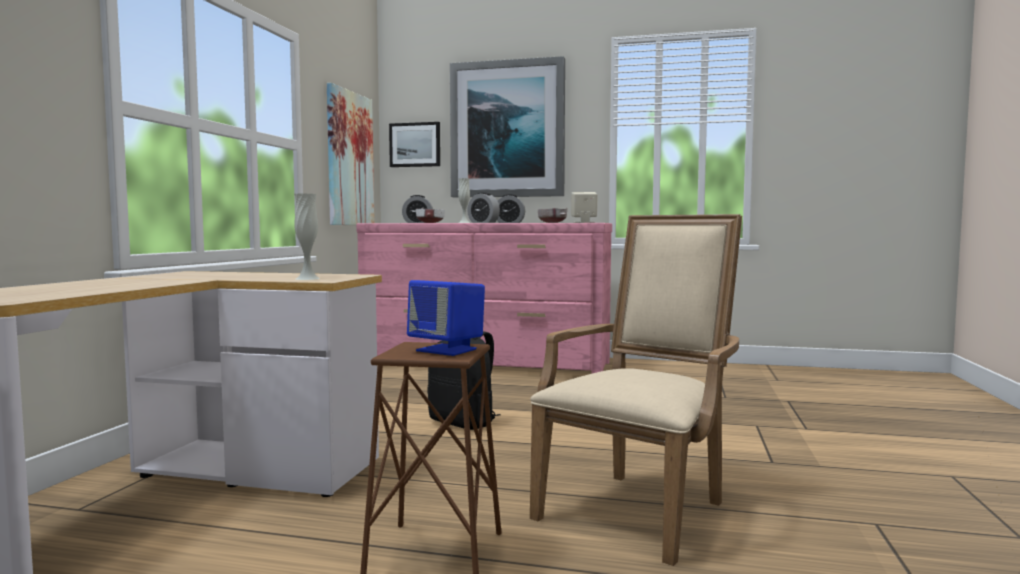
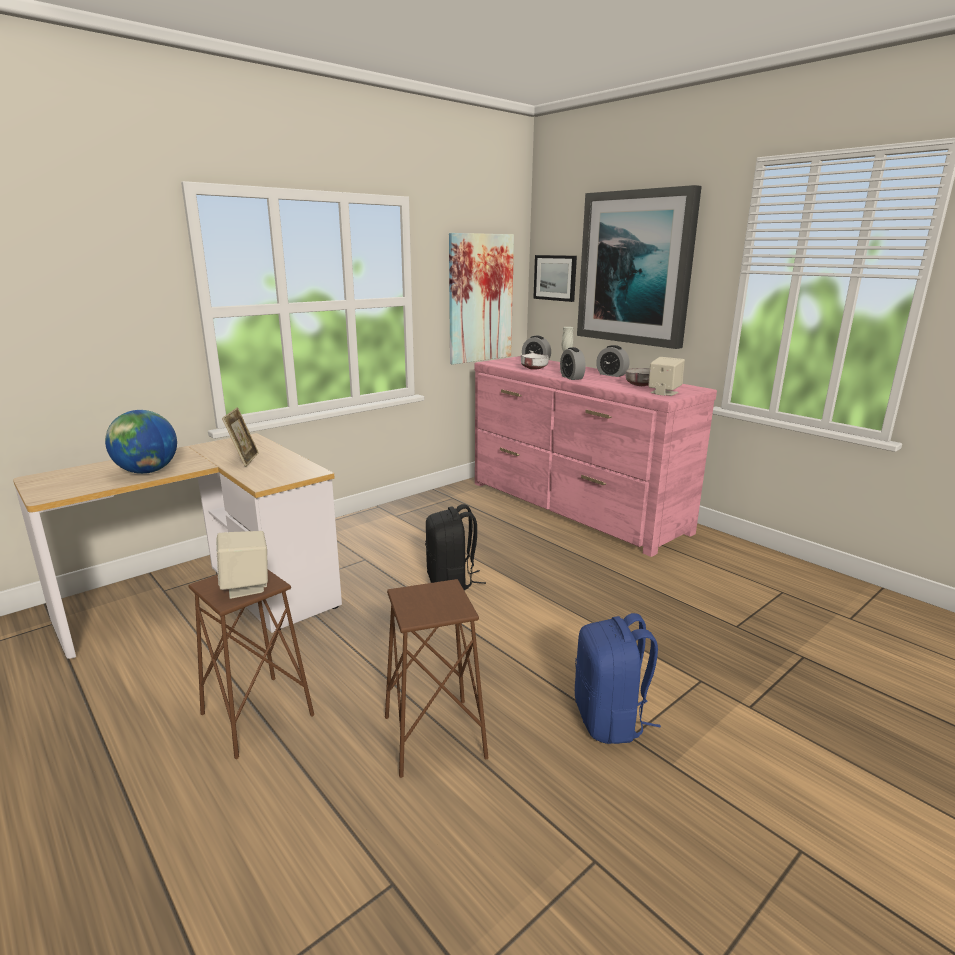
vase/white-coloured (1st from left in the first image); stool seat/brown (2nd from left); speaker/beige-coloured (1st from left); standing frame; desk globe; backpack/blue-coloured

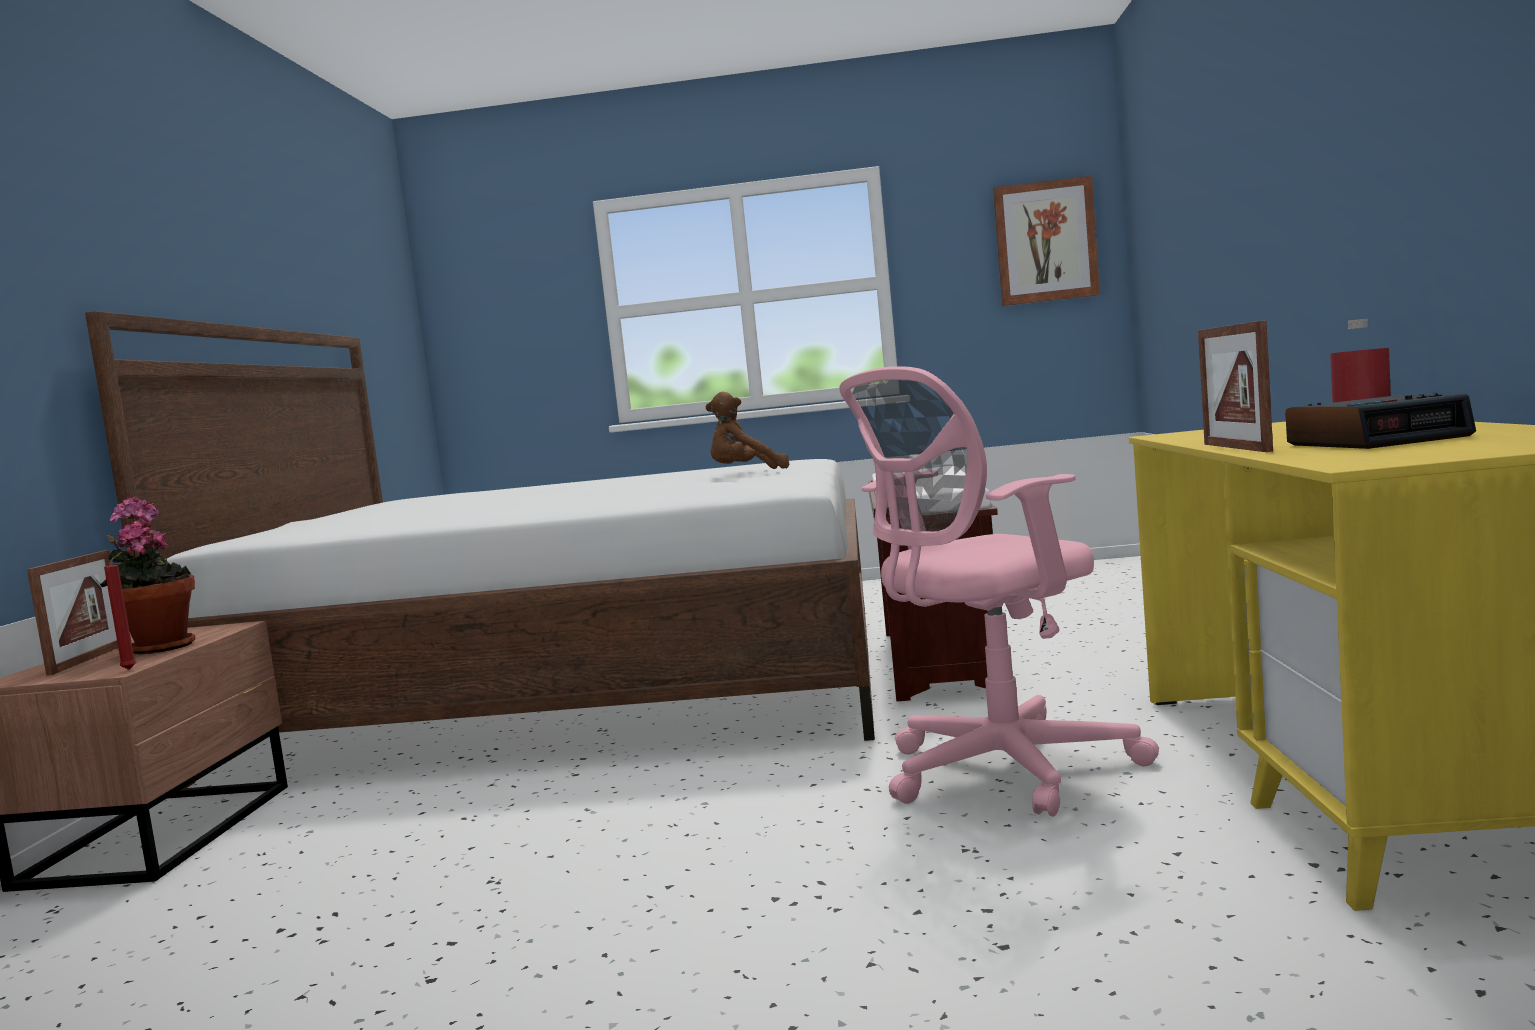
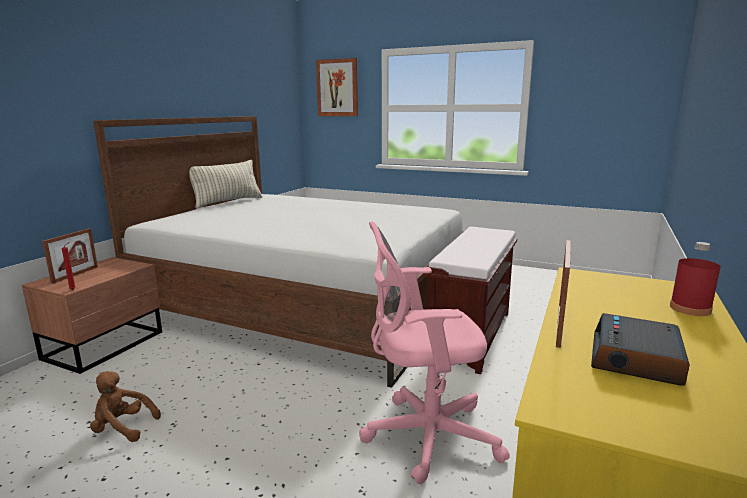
wall art; soft toy/brown; alarm clock; plant in a pot; cushion

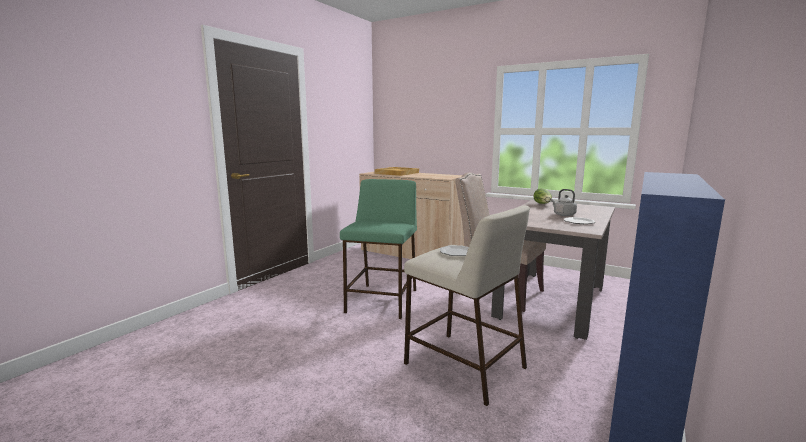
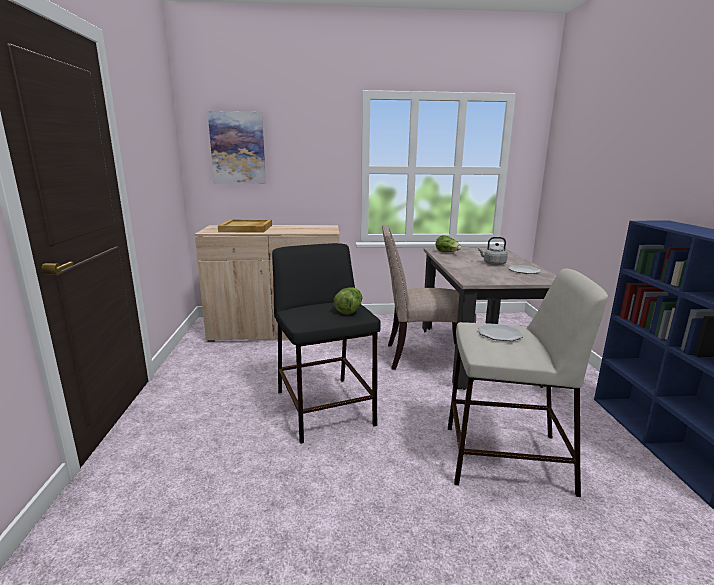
stool seat/blackish; wall art; lettuce (1st from left)

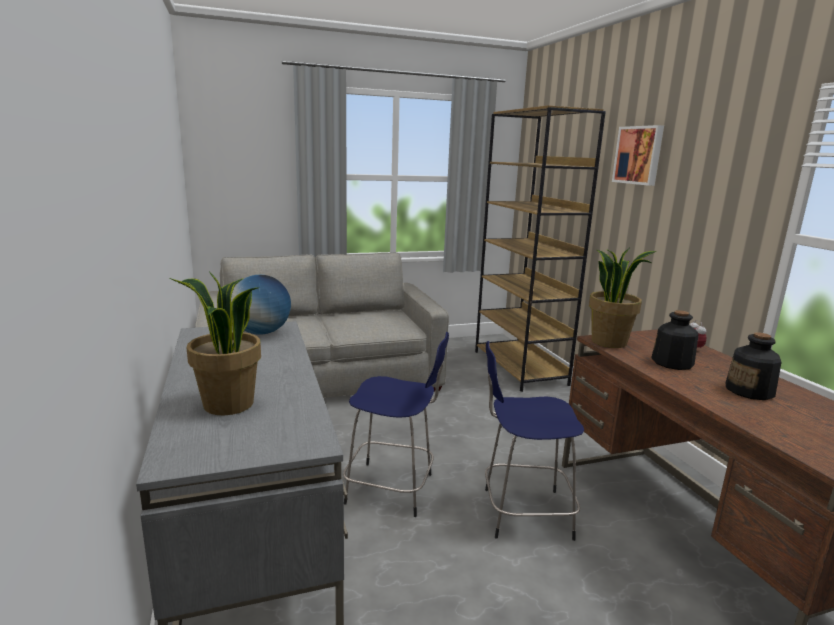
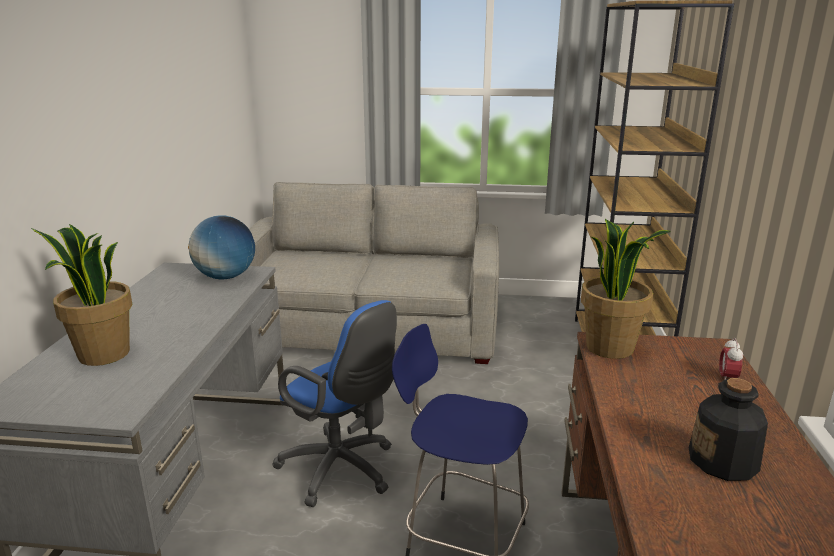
wall art; drink bottle (1st from left in the first image); computer chair/blue-coloured

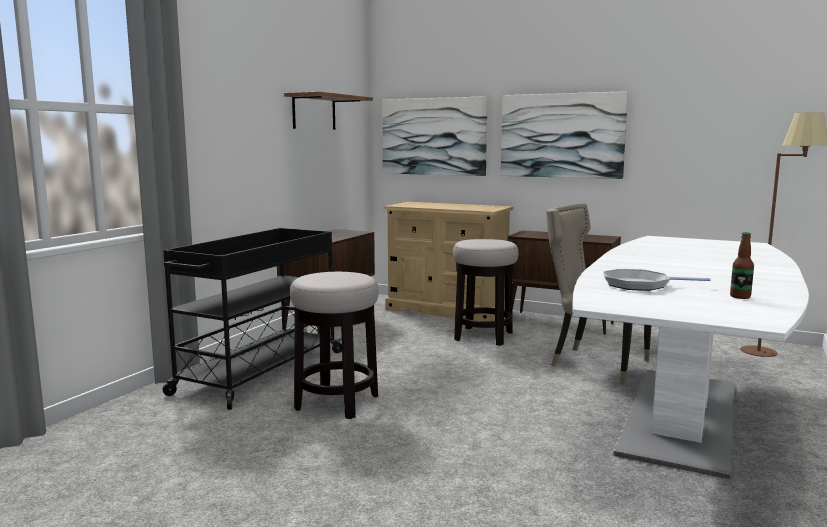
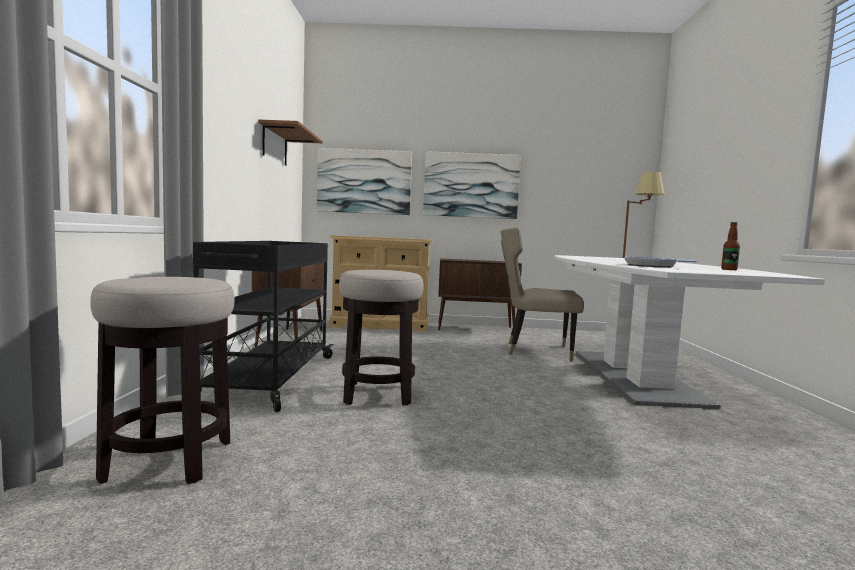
stool seat (1st from left)

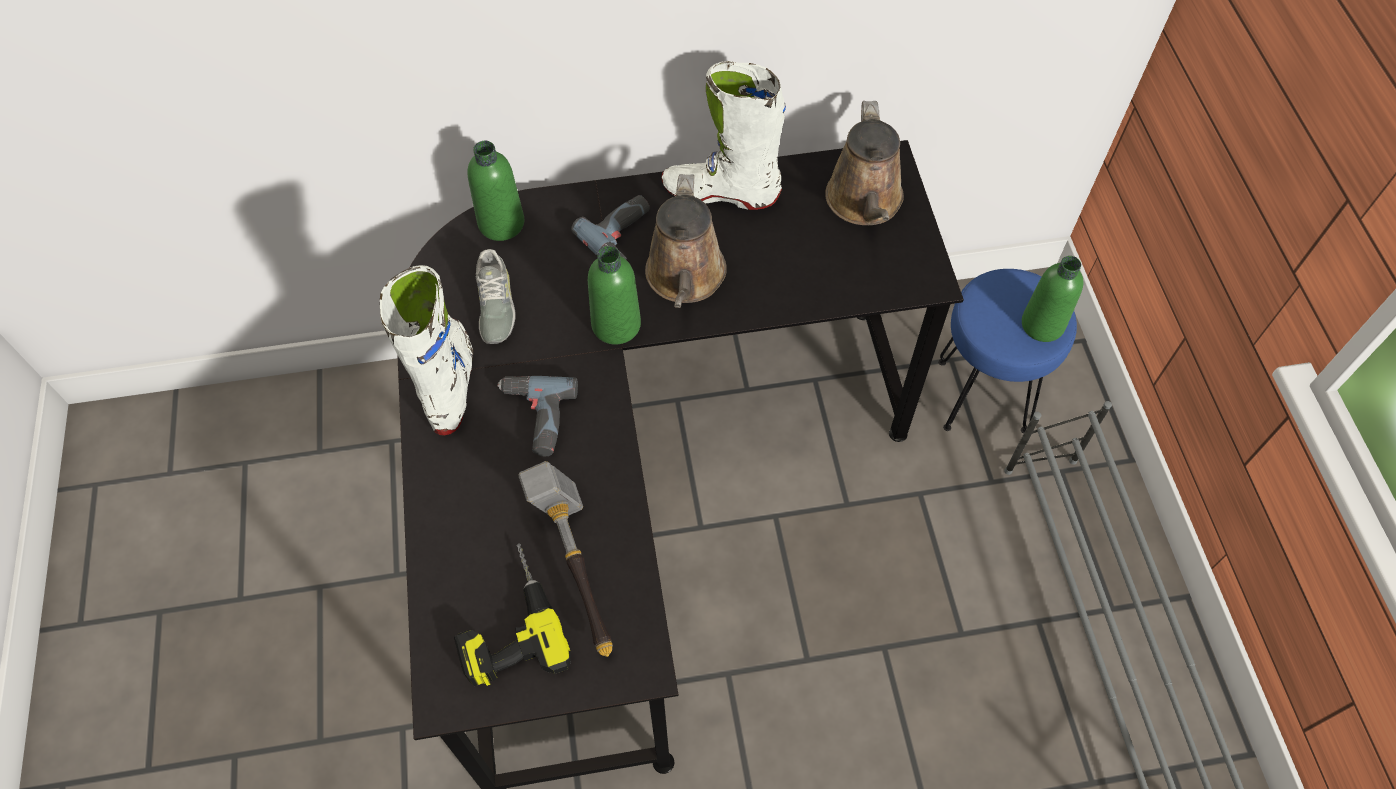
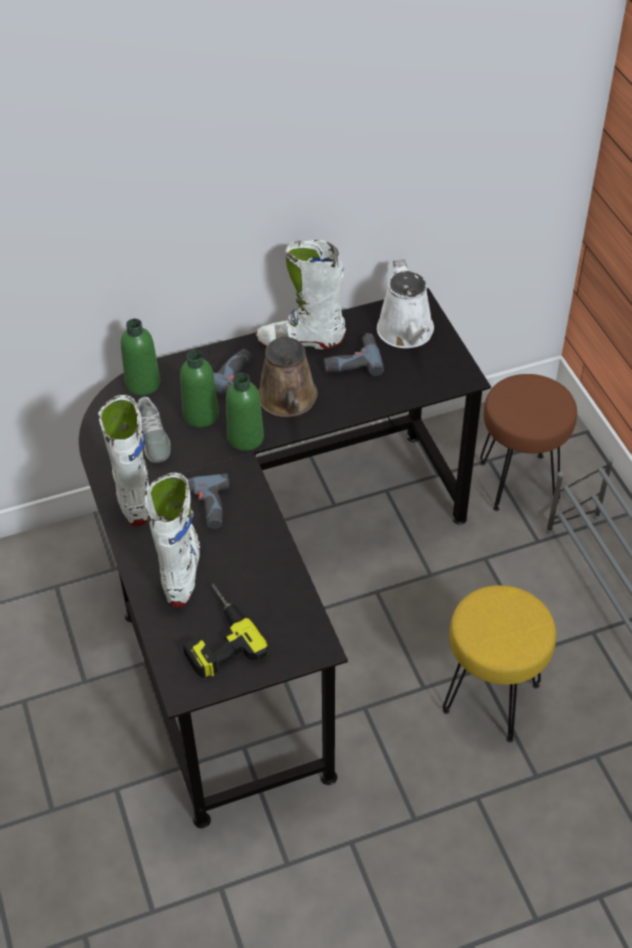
watering pot/white-coloured; drink bottle/green (2nd from left); stool seat/brown; tool hammer; drill (4th from left); high-top boot/white-coloured (2nd from left); stool seat/yellowish

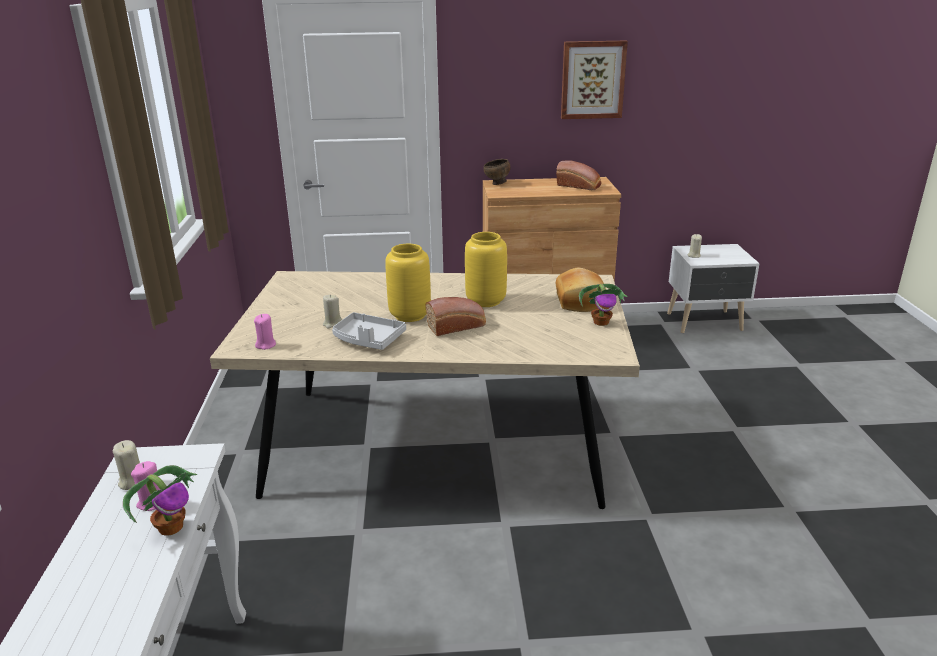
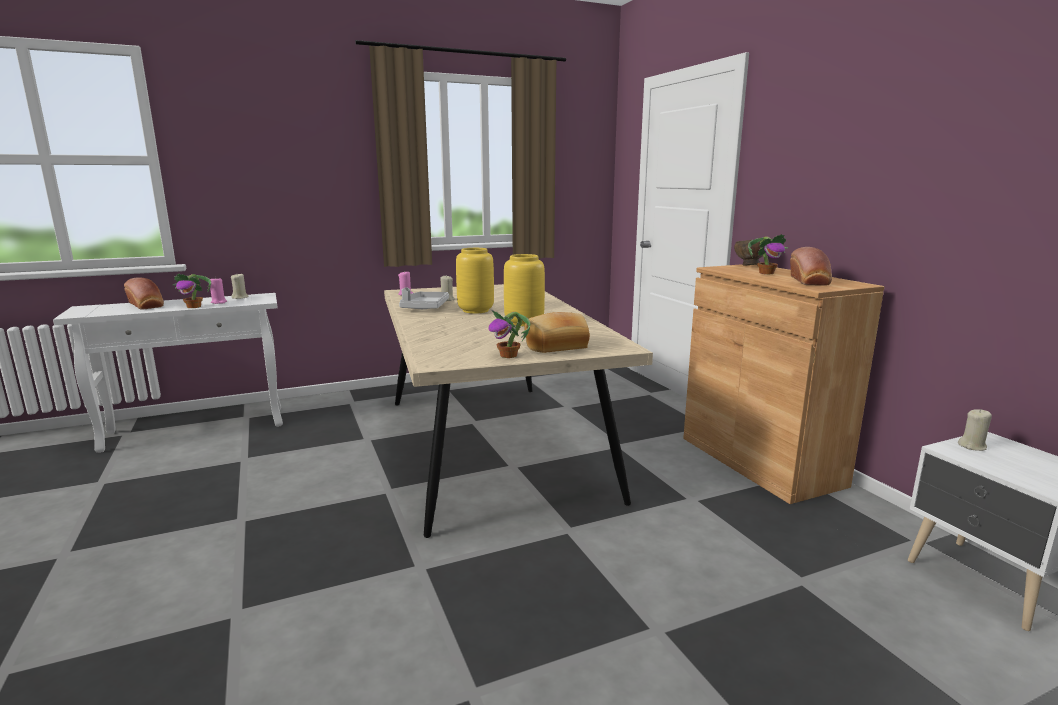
wall art; bakery bread (1st from left); plant in a pot (3rd from left)

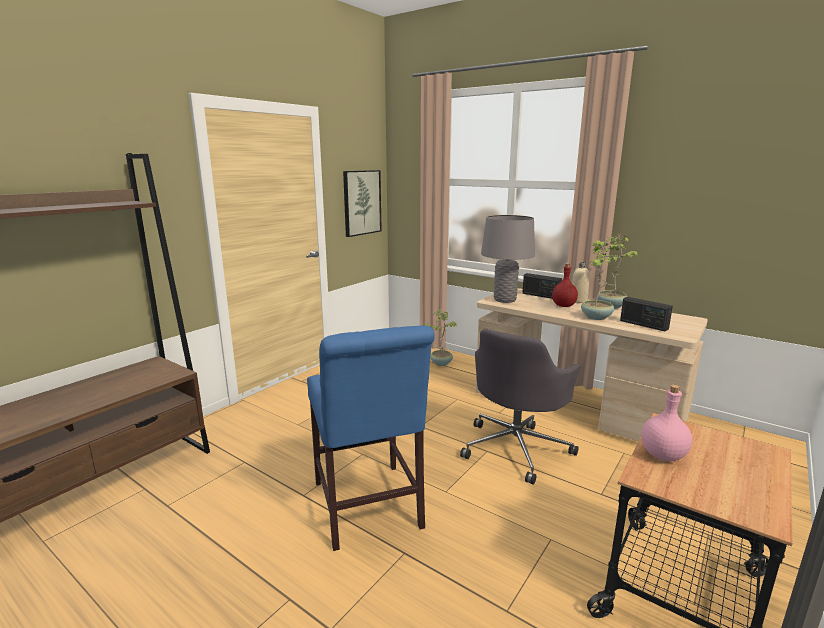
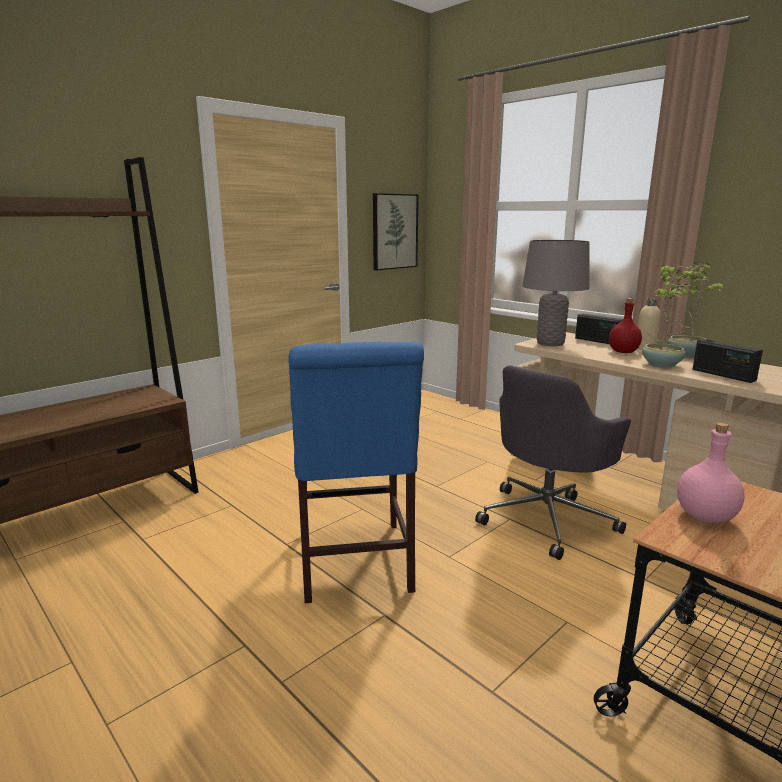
plant in a pot (1st from left in the first image)

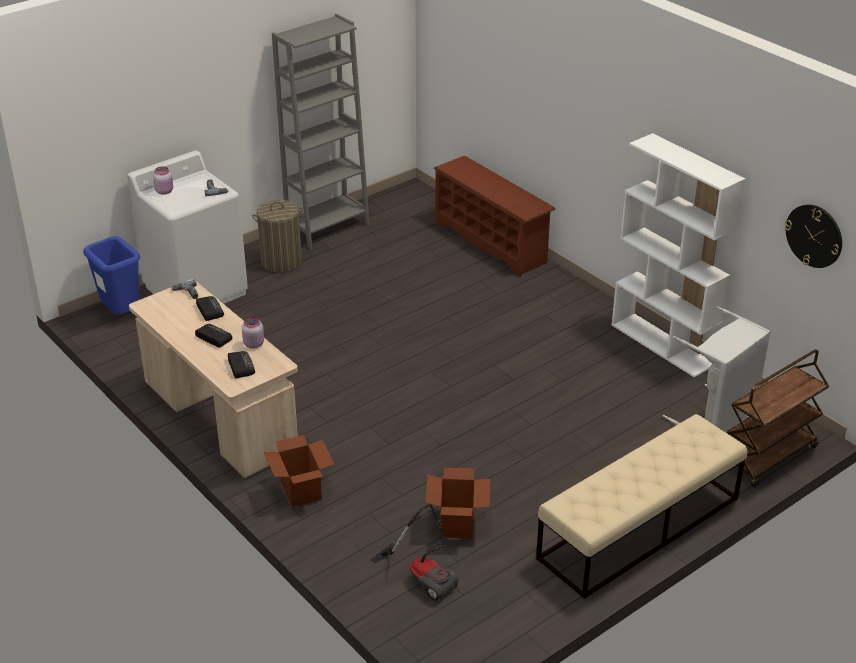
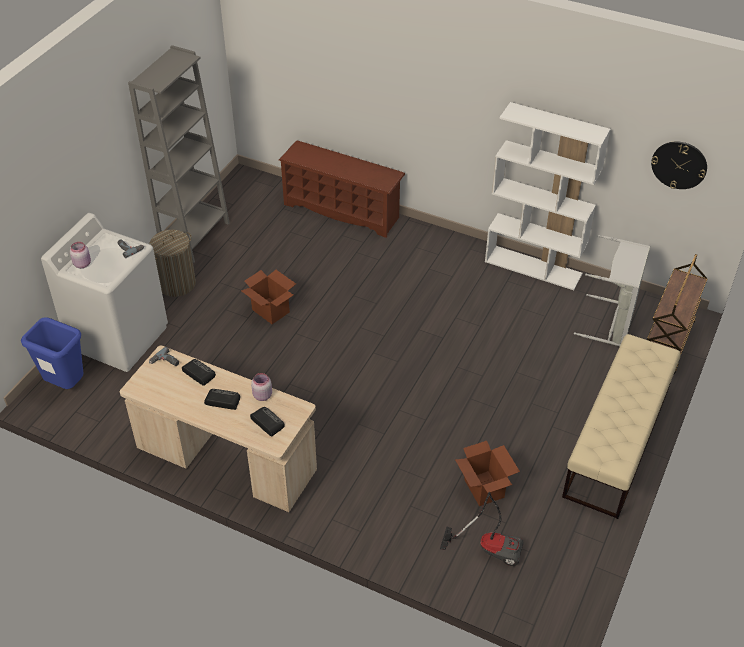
cardboard box (1st from left)

